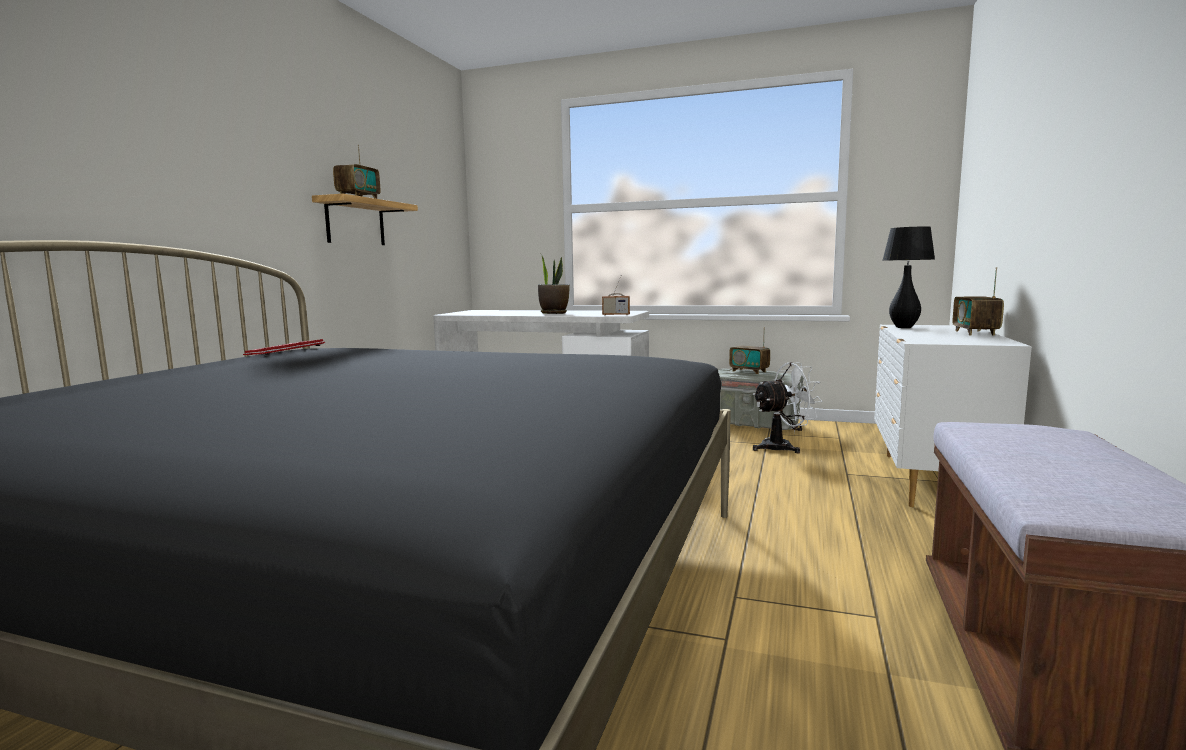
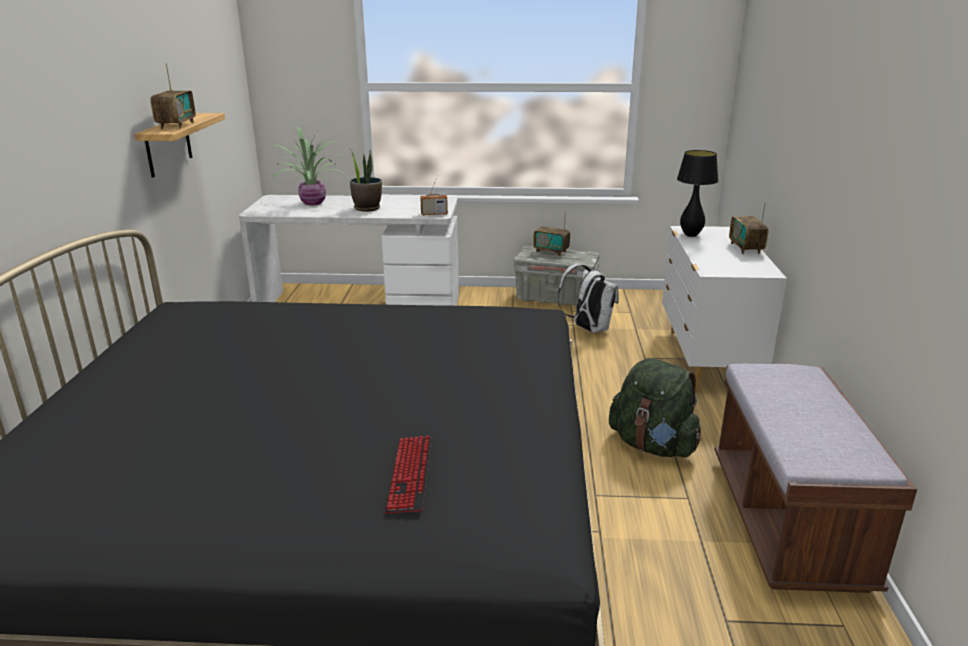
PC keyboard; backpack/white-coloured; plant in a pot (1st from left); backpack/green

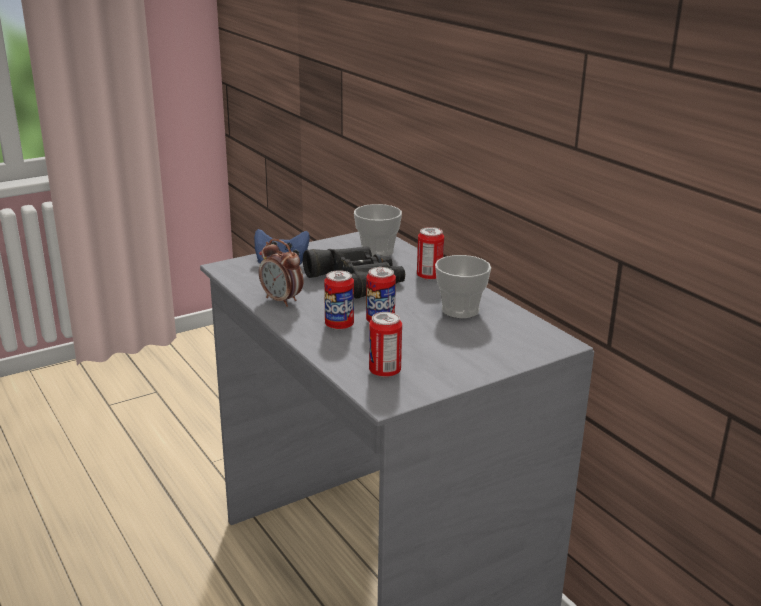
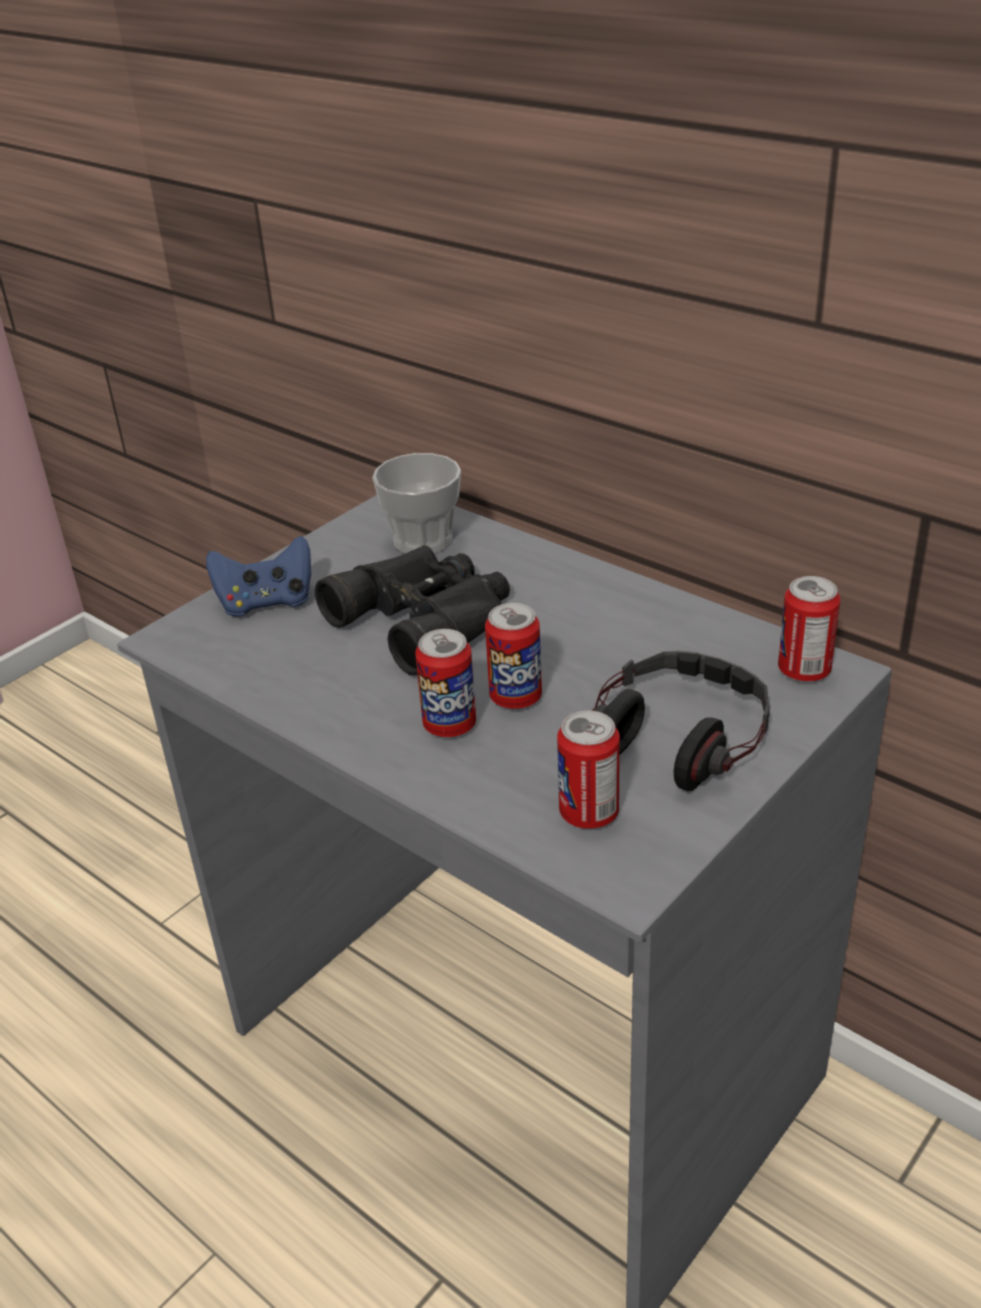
metal can (4th from left); alarm clock; drinking cup (2nd from left in the first image); pair of headphones

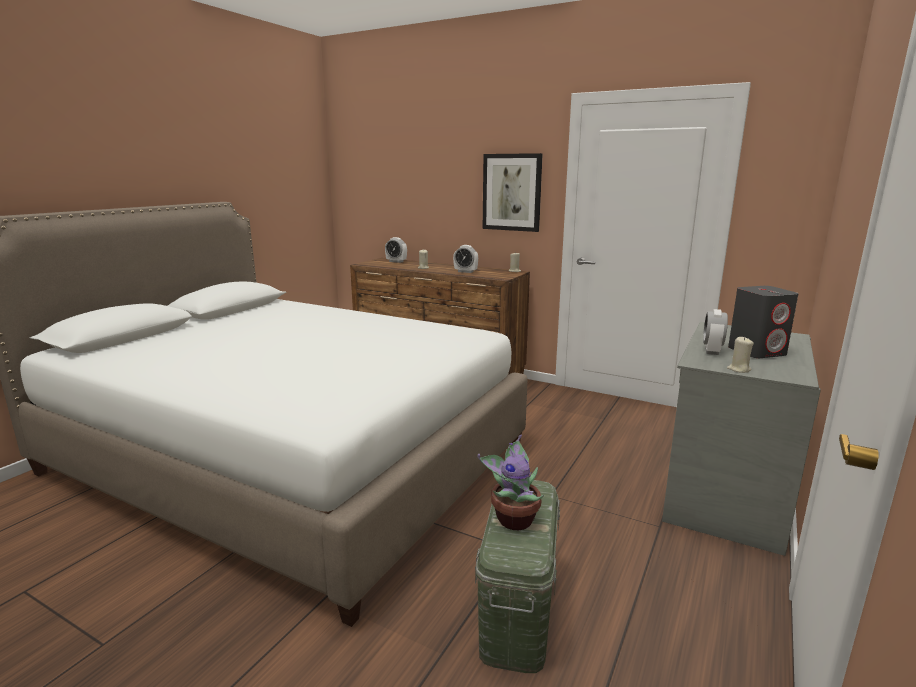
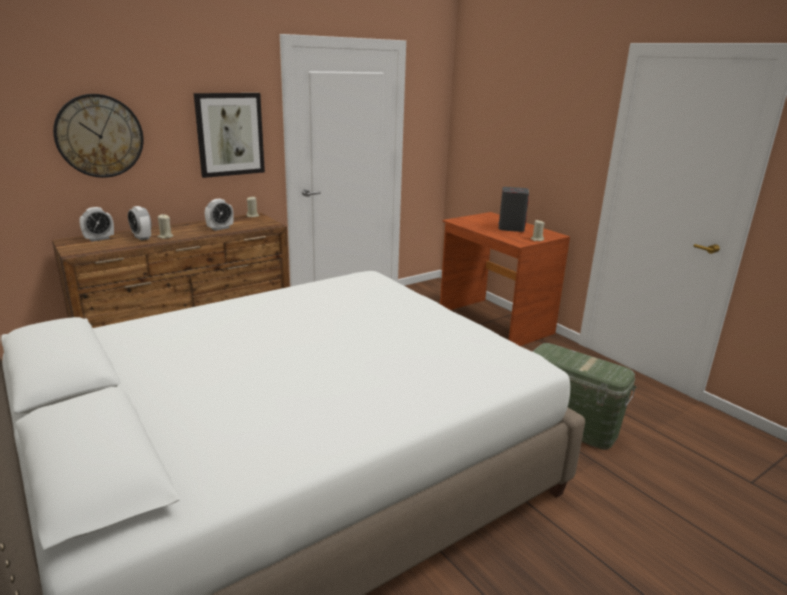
alarm clock (2nd from left); desk table/brown; plant in a pot; wall clock

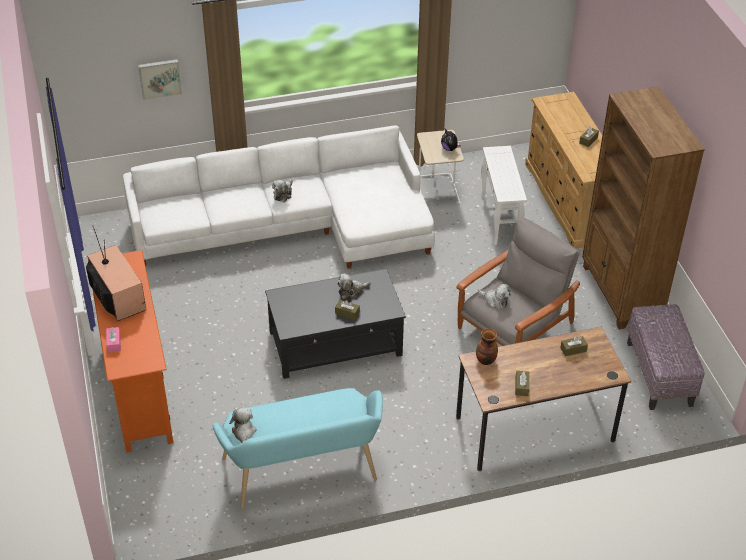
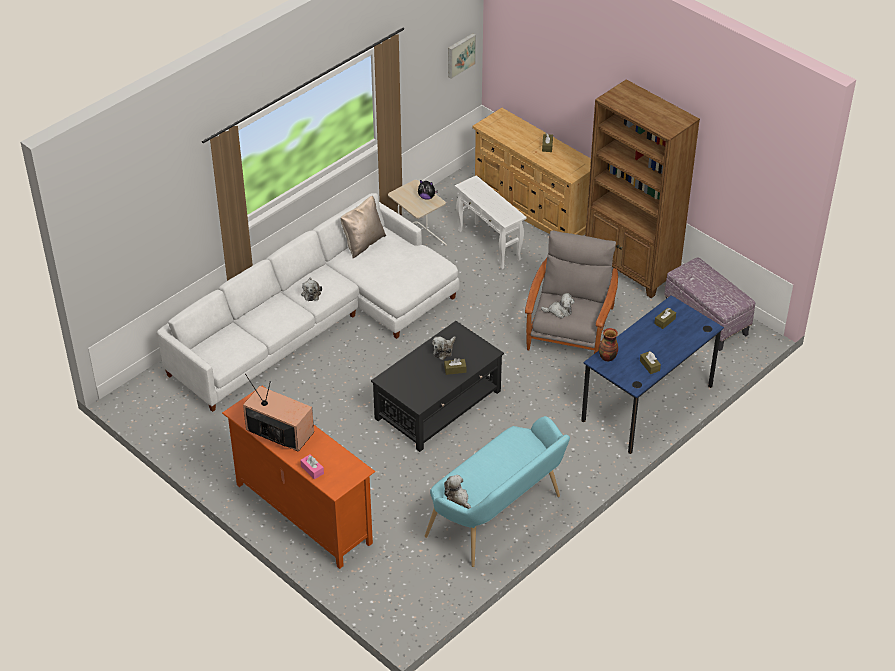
wall art; desk table/blue-coloured; cushion/beige-coloured

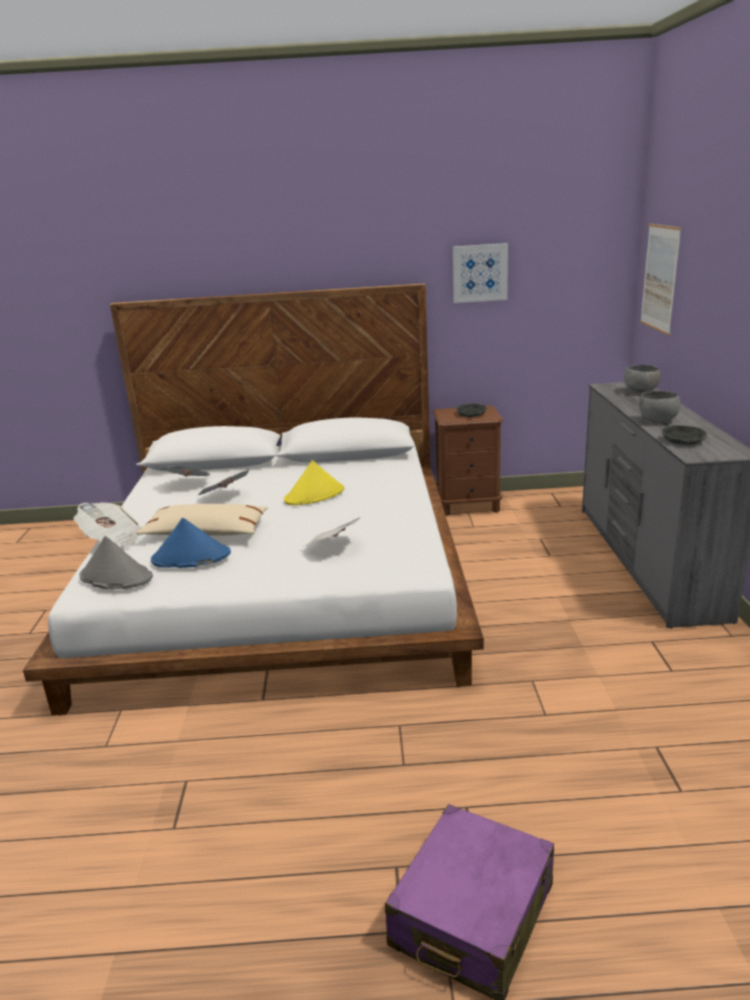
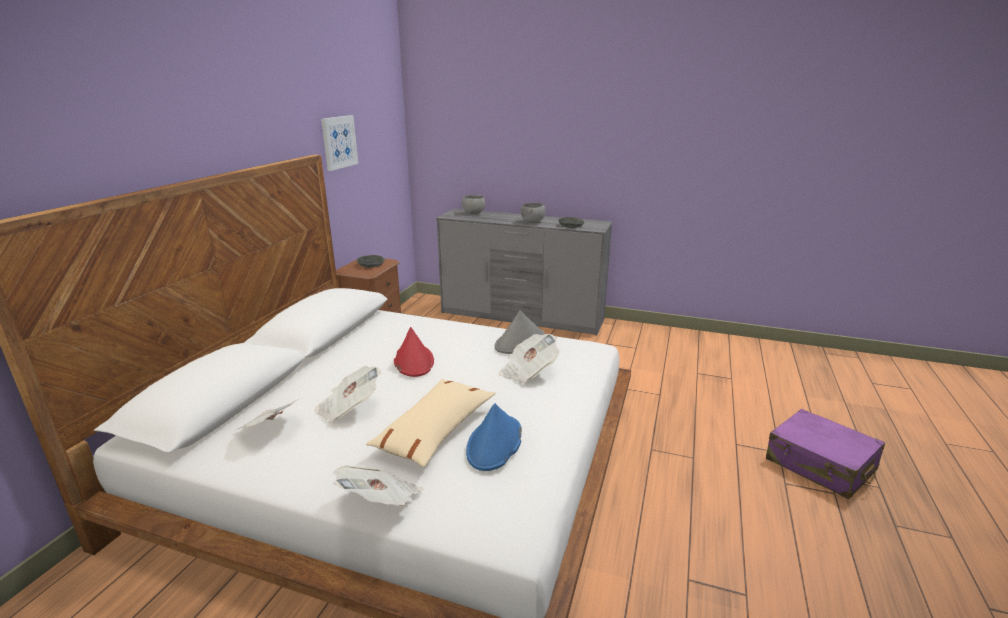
wall art (2nd from left in the first image); wearable hat/reddish; wearable hat/grey

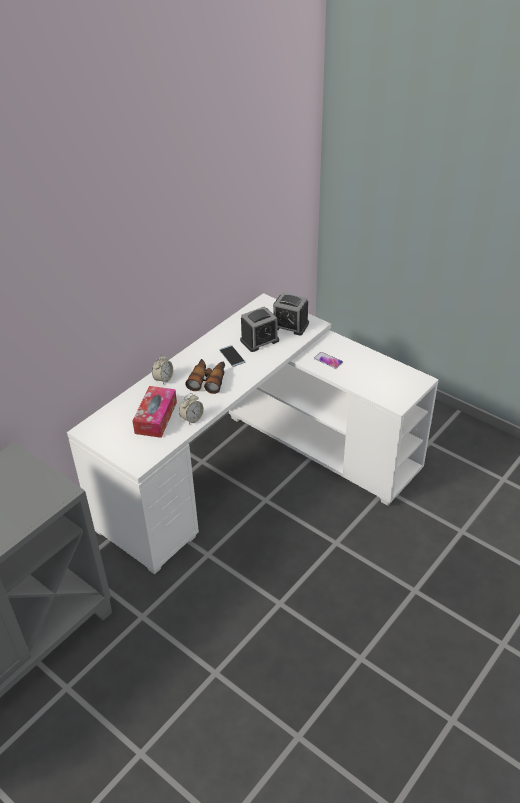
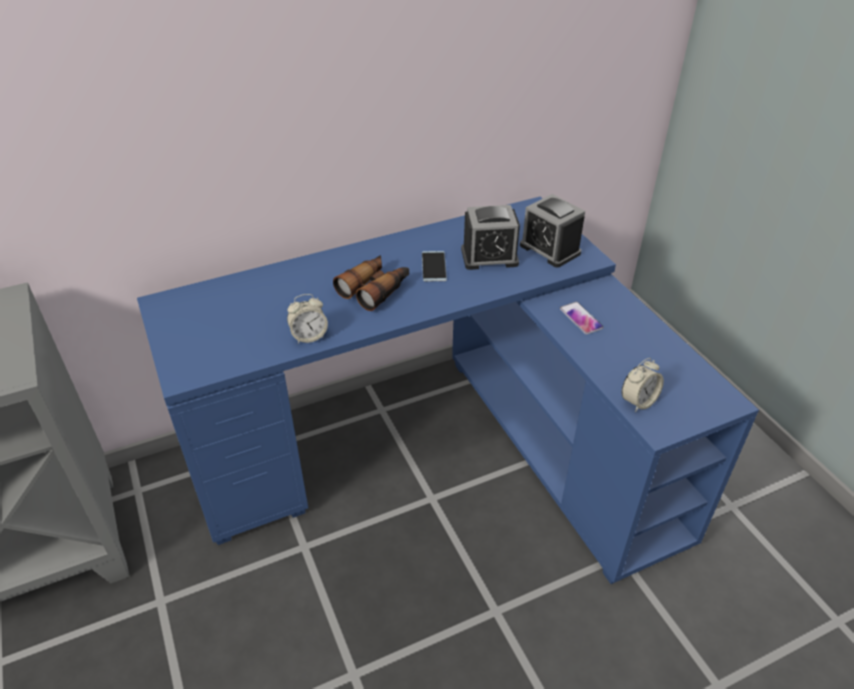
desk table/blue-coloured; alarm clock (4th from left); tissue holder

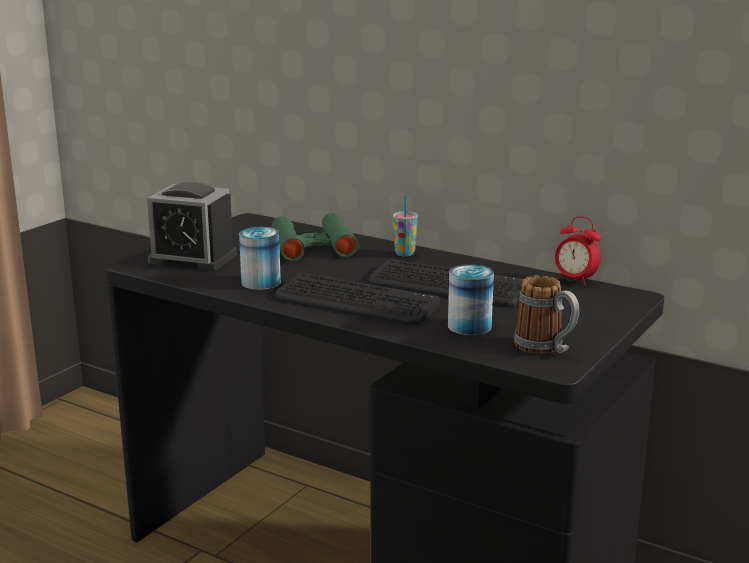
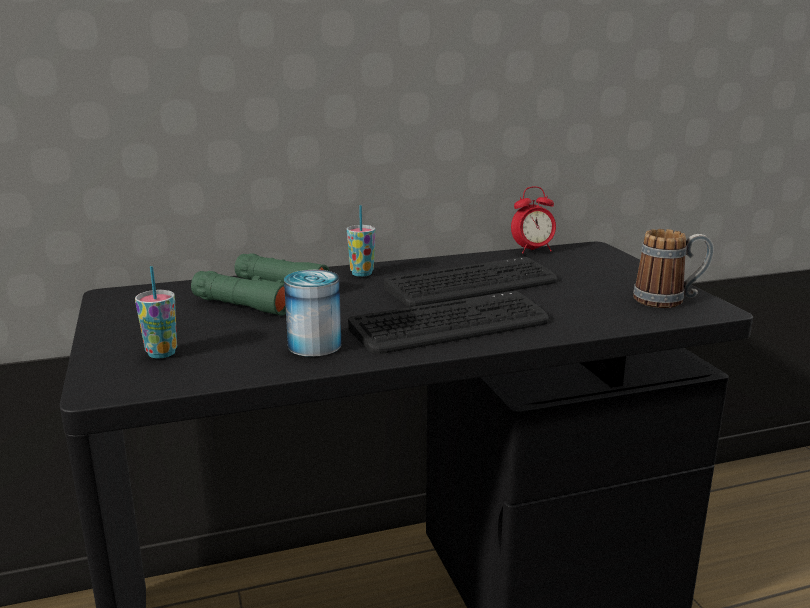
drinking cup (1st from left); metal can (2nd from left in the first image)

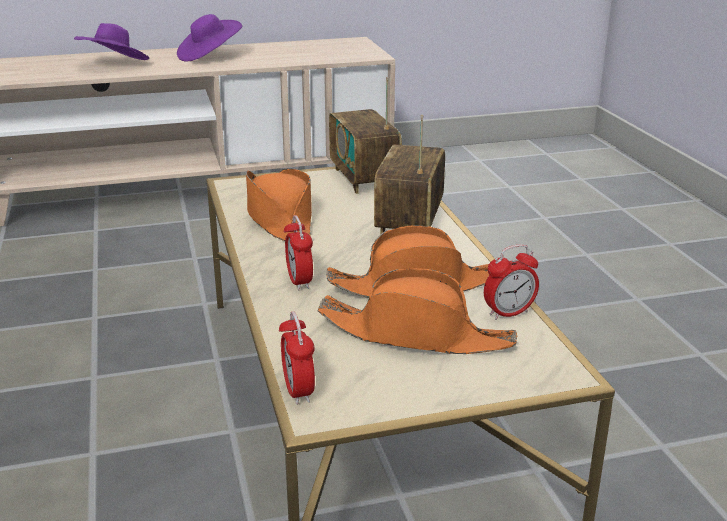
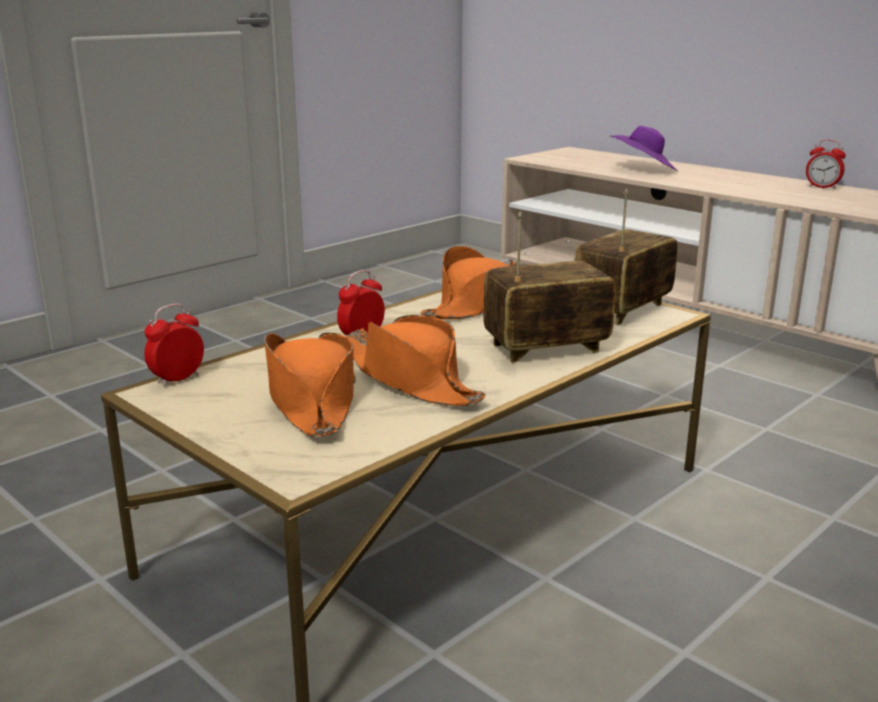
wearable hat/purple-coloured (2nd from left in the first image); alarm clock (3rd from left)

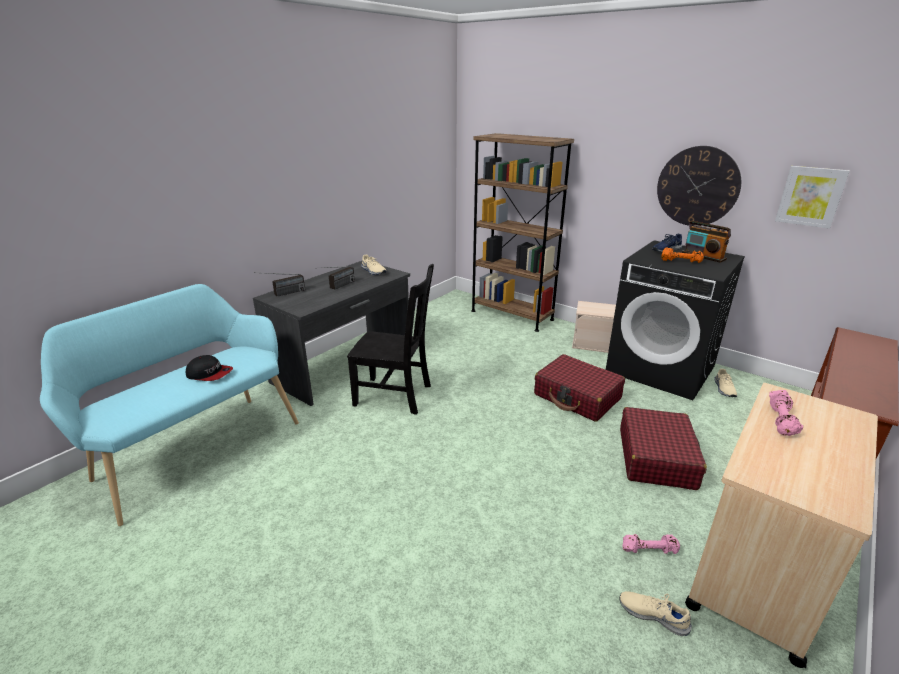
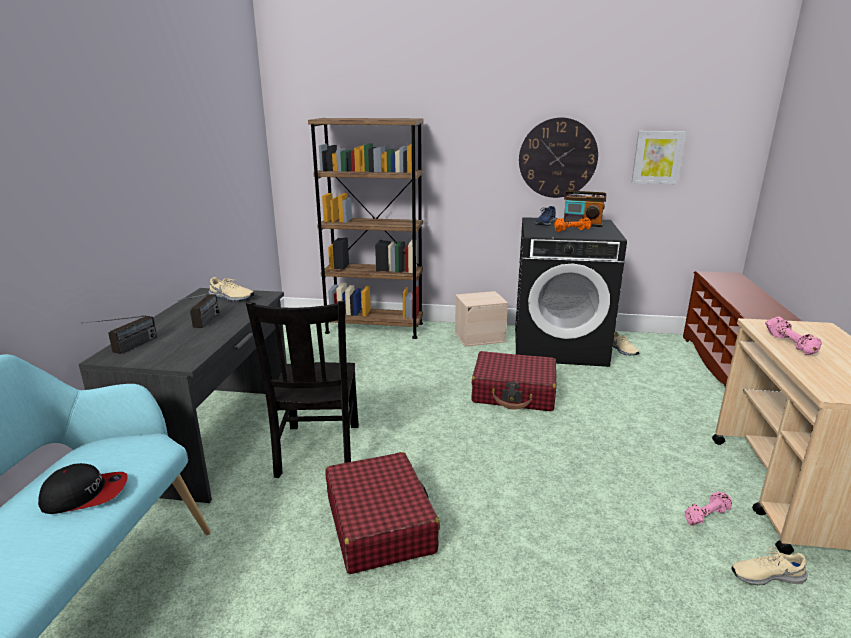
chair/blackish; travel case/reddish (1st from left)

